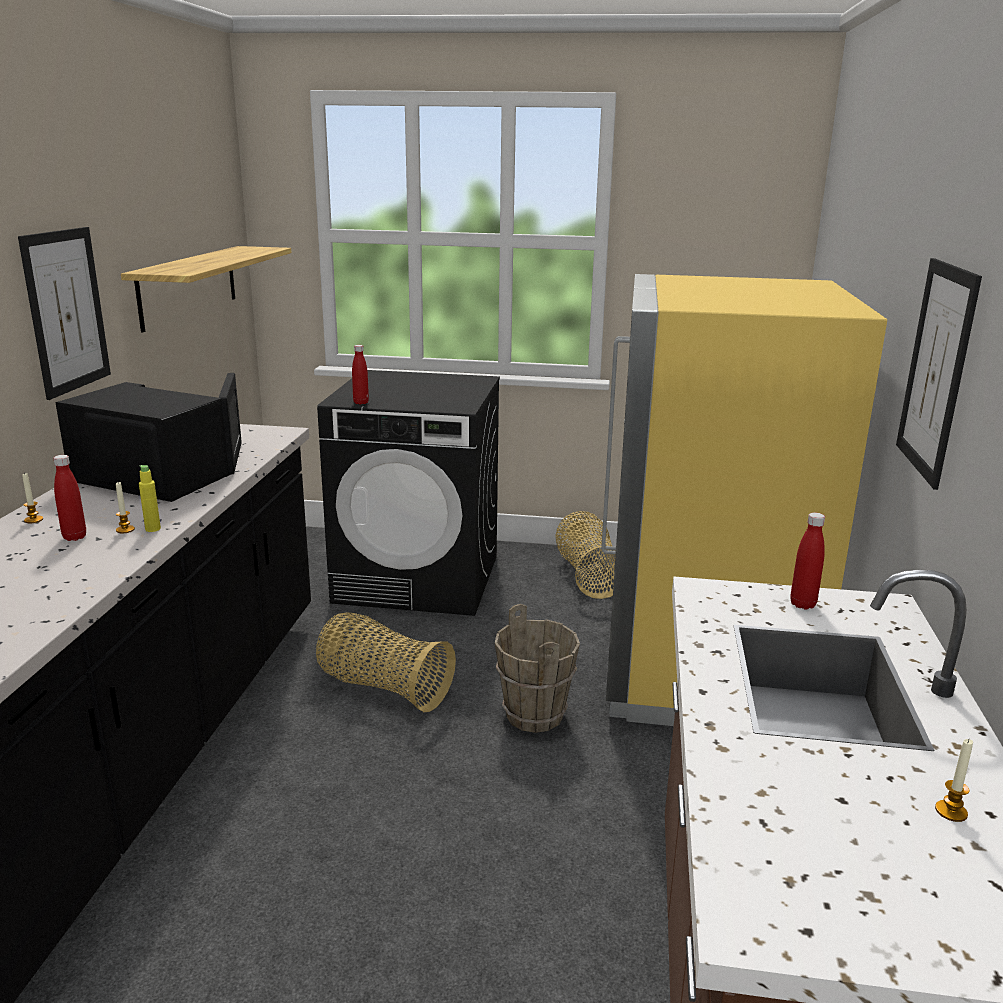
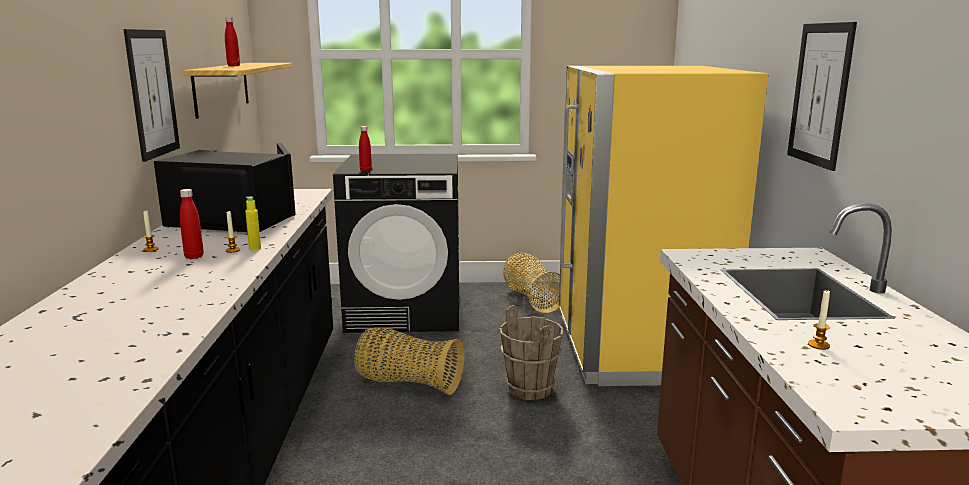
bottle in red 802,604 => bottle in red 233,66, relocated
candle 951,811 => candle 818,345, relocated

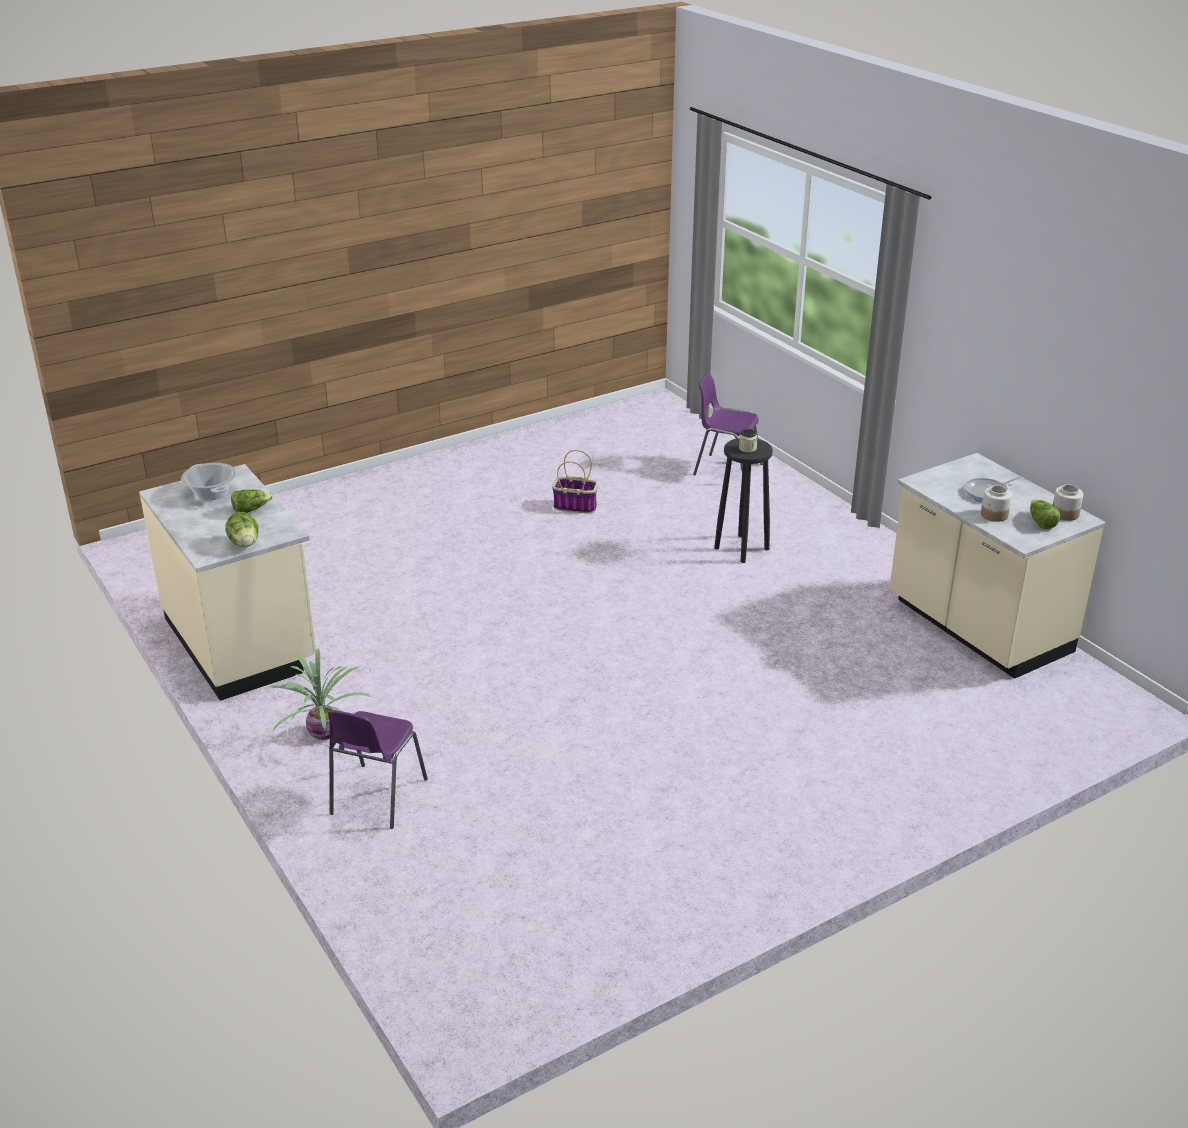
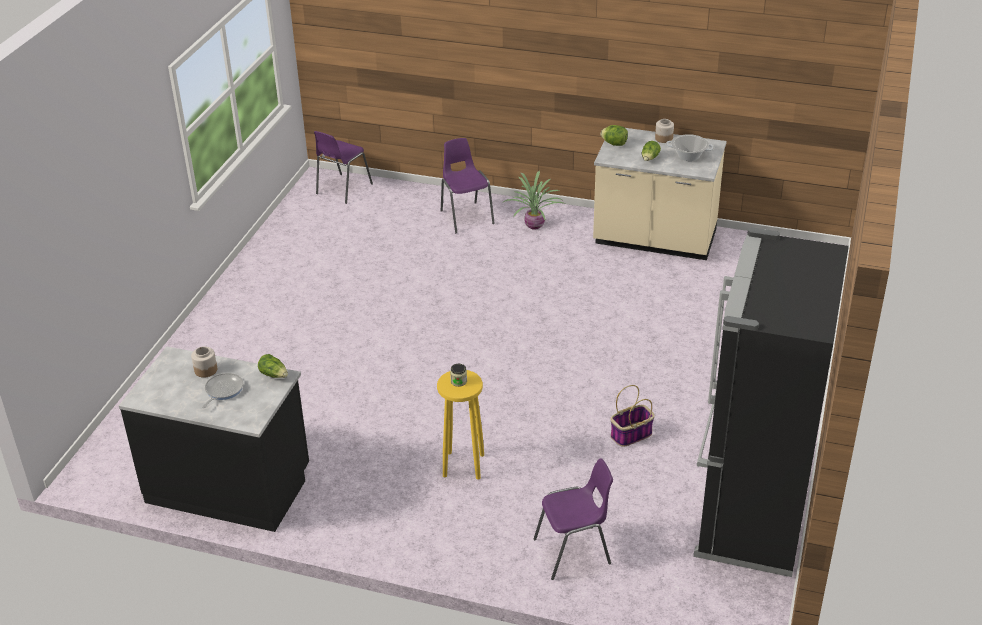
stool in black 742,549 => stool in yellow 463,465
counter in beige 977,628 => counter in black 229,486
jar 1065,514 => jar 663,138, relocated
lettuce 1041,522 => lettuce 274,375, relocated
nothing => chair in purple 342,189
nothing => fridge in black 749,515

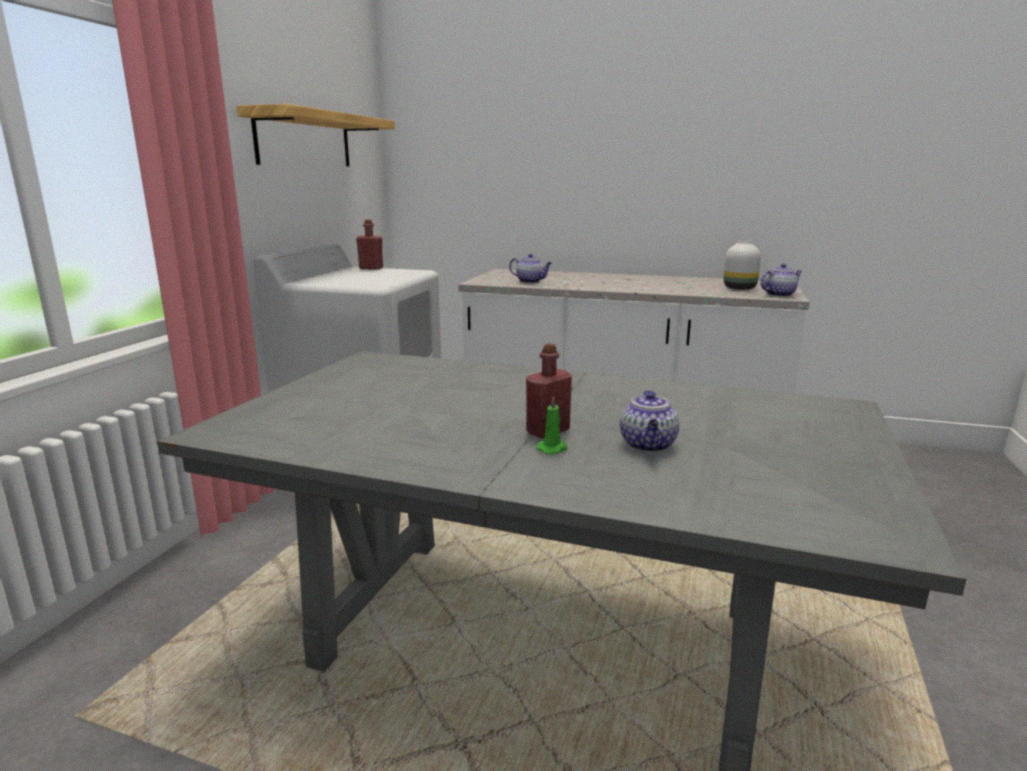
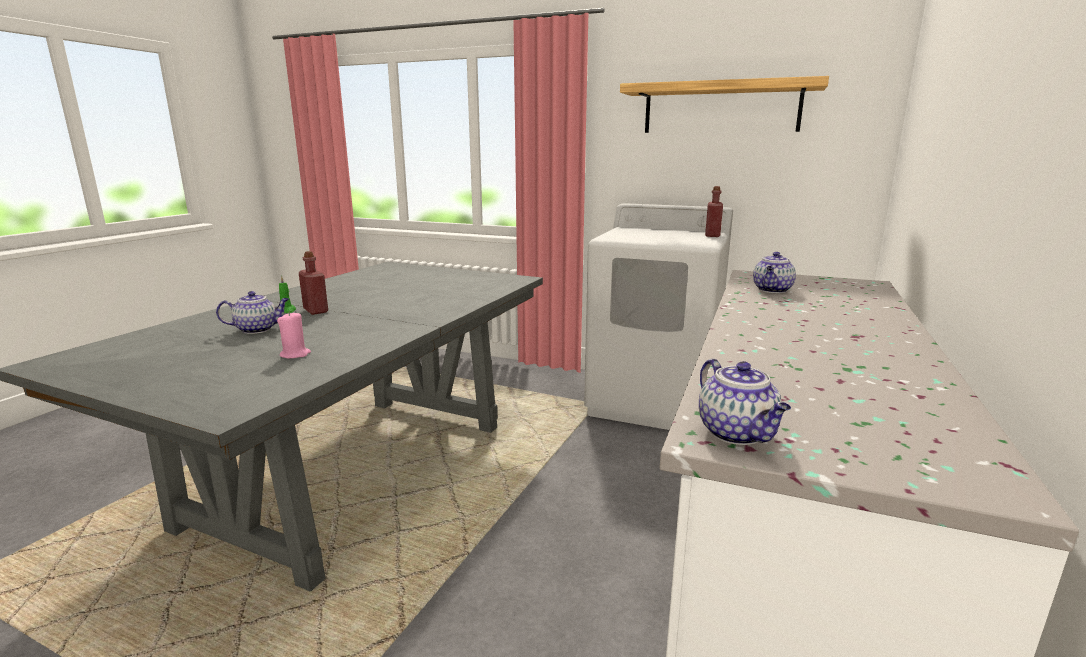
vase in white 739,288 => nothing
teapot 648,445 => teapot 258,329, 150 degrees clockwise
nothing => candle in pink 295,354

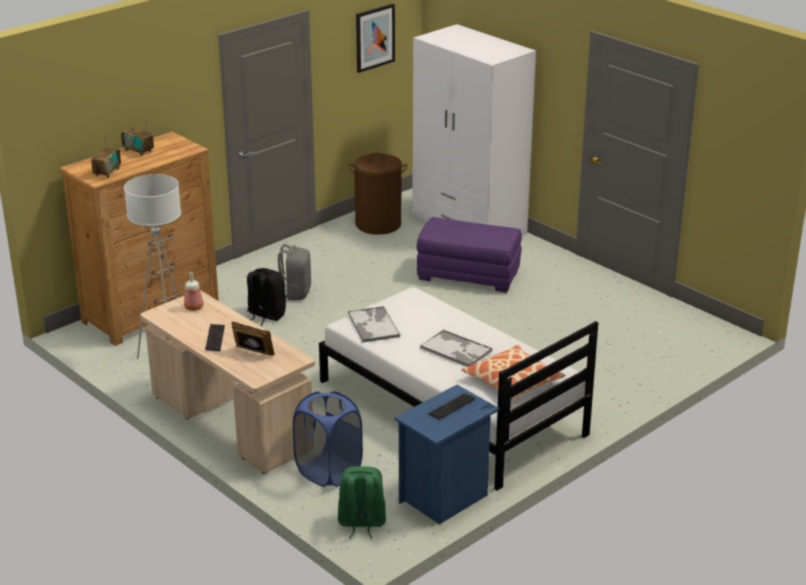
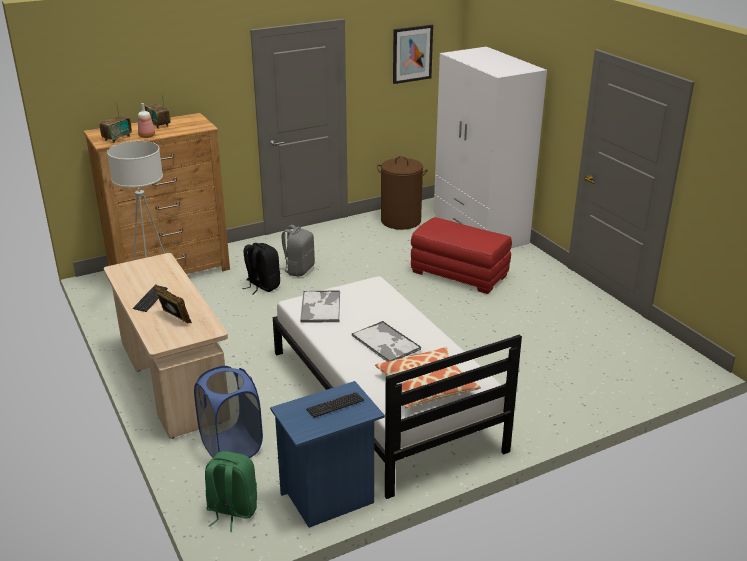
ottoman in purple 469,275 => ottoman in red 460,274
bottle 194,307 => bottle 147,136, relocated

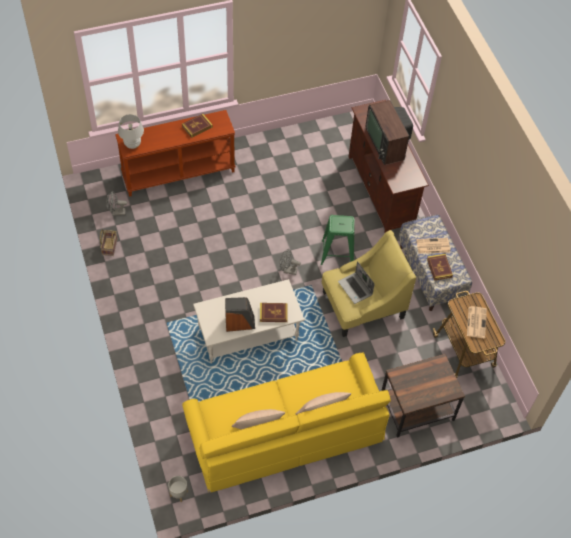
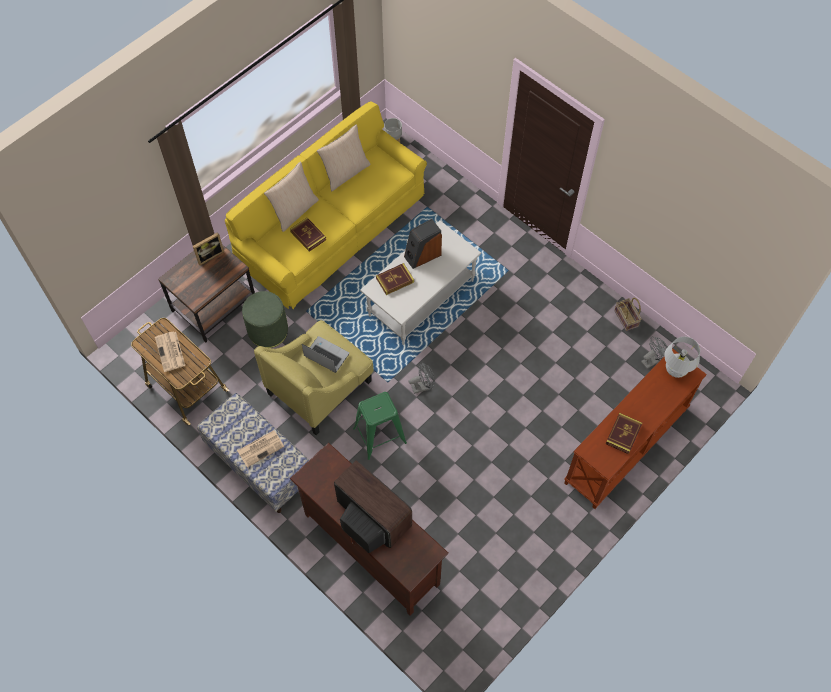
book 439,268 => book 308,235, relocated
nothing => picture frame 209,255
nothing => ottoman in green 268,331

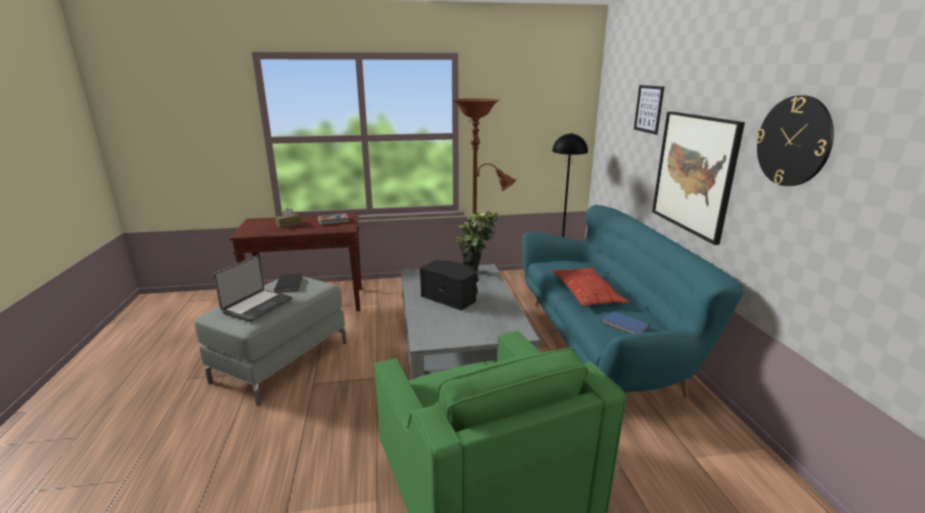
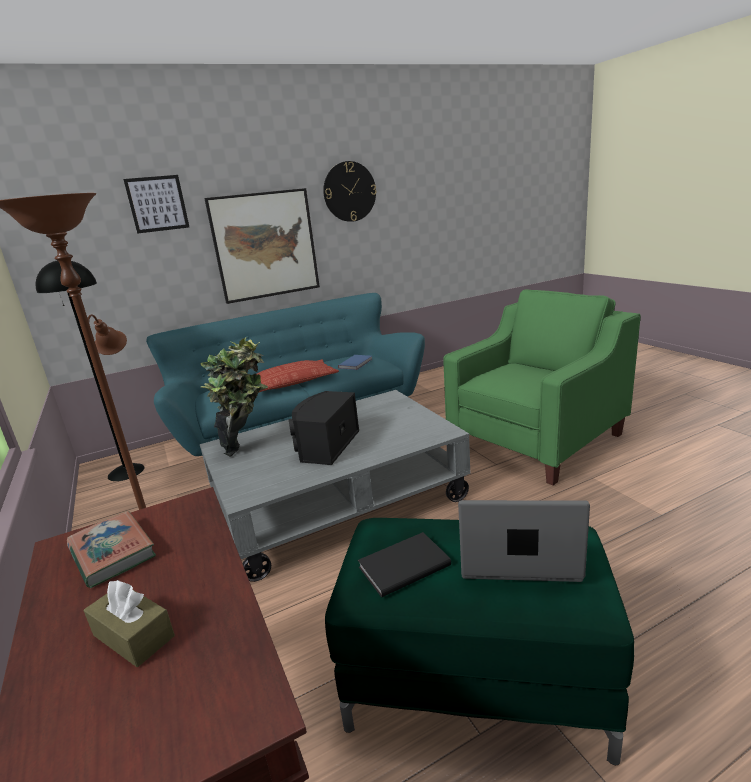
ottoman in grey 282,361 => ottoman in green 473,678

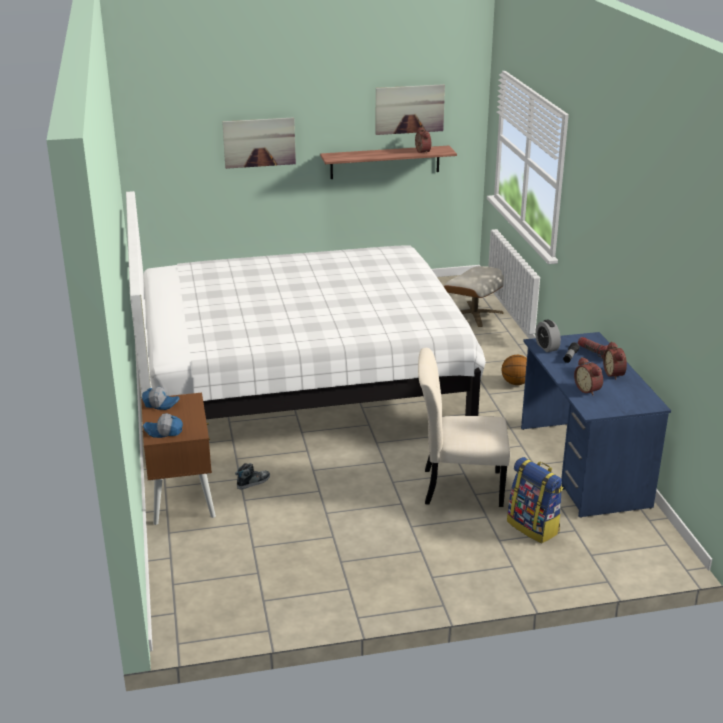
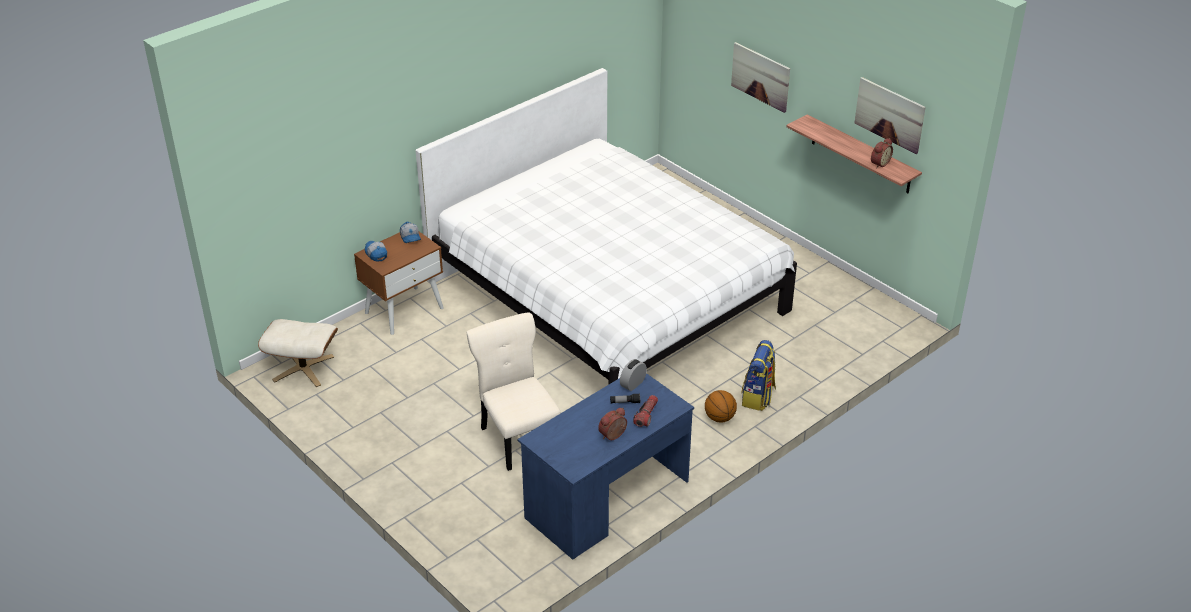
ottoman in beige 474,314 => ottoman in beige 303,368, relocated
alarm clock 588,390 => nothing
backpack 534,527 => backpack 758,397, relocated
shoe 253,482 => nothing

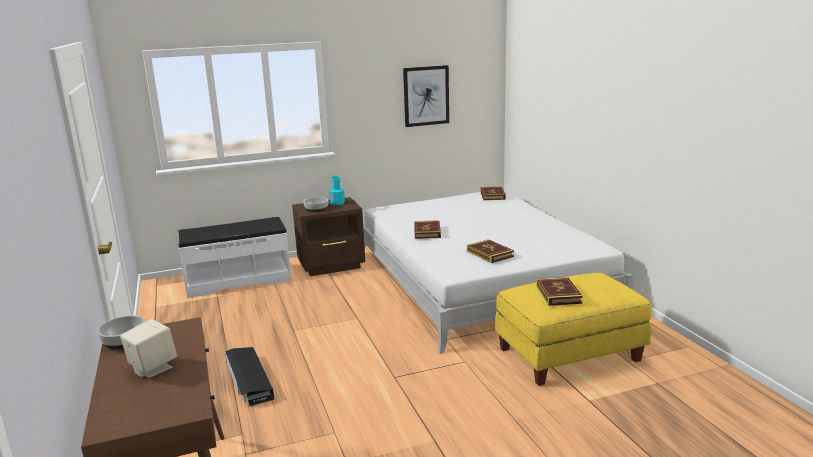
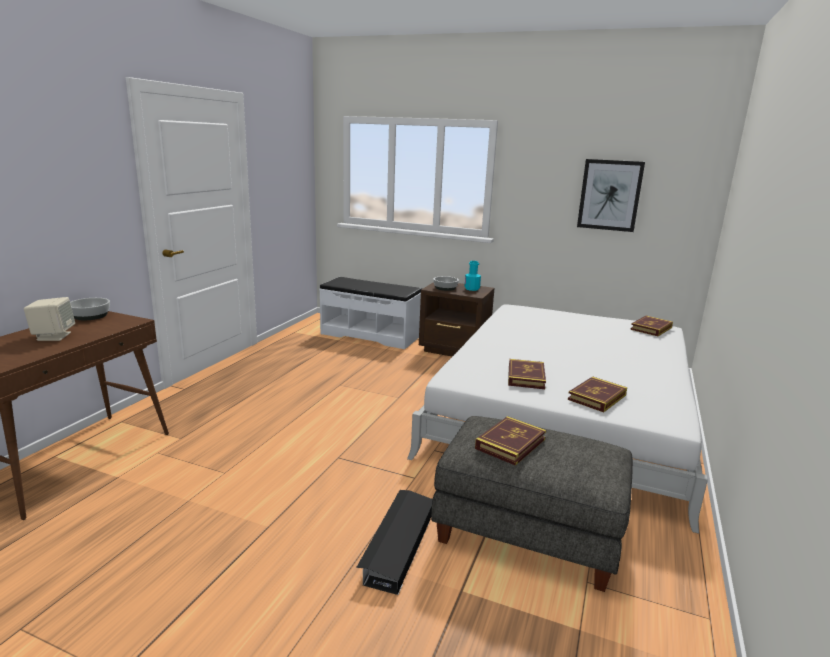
book 427,232 => book 597,397, relocated
ottoman in yellow 569,354 => ottoman in grey 529,531
storage box in black 249,380 => storage box in black 397,545, relocated

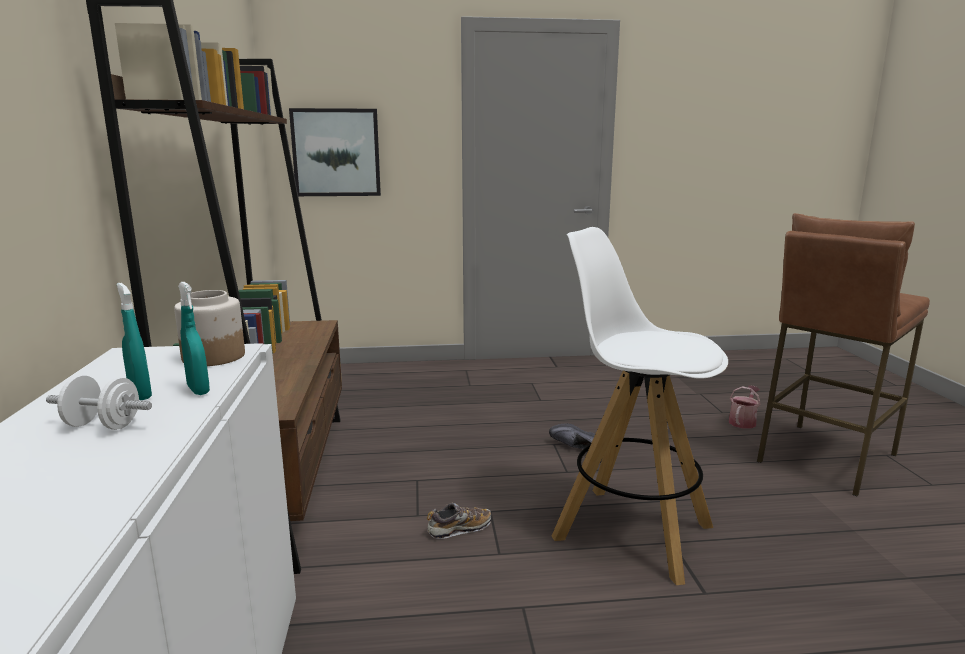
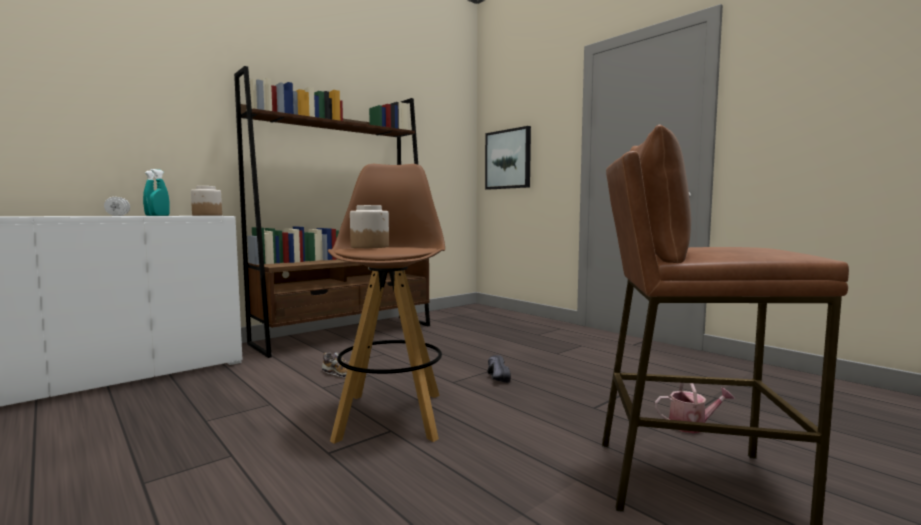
stool in white 630,531 => stool in brown 391,415
nothing => jar 370,247

